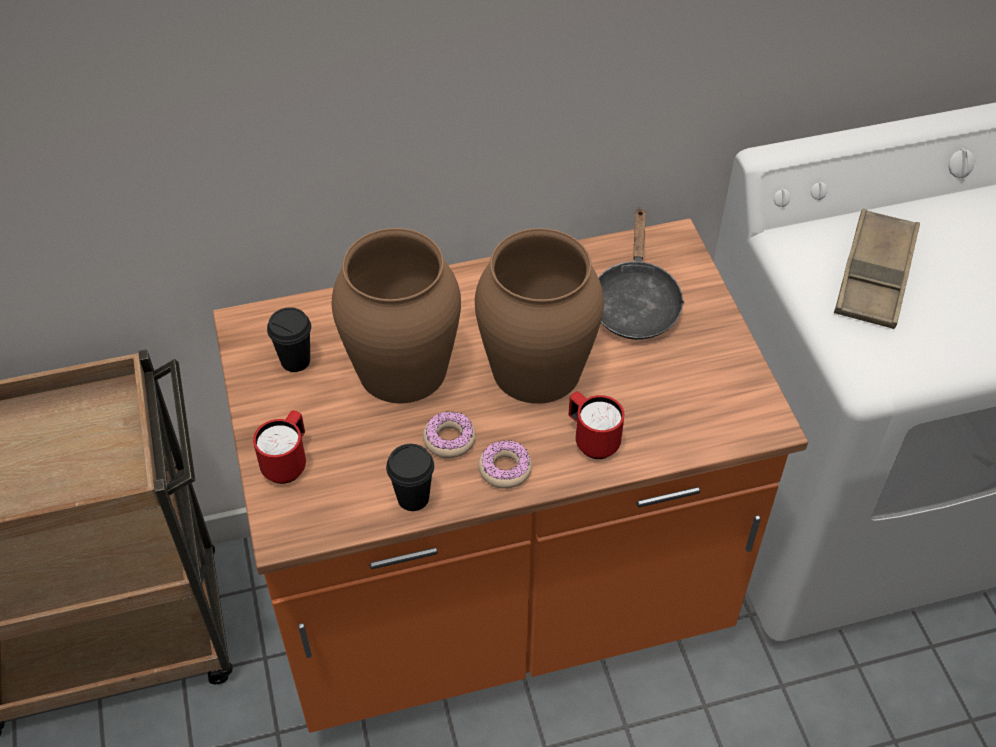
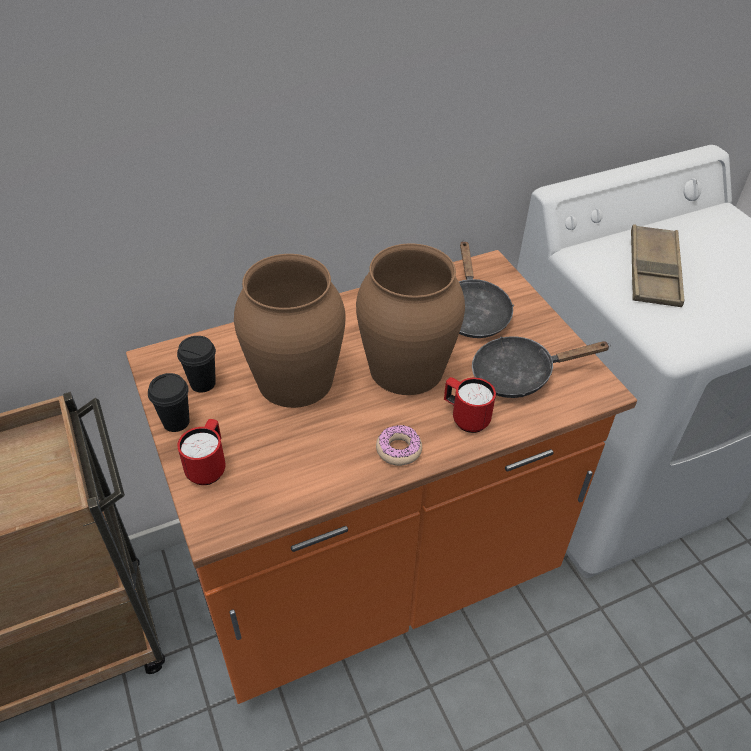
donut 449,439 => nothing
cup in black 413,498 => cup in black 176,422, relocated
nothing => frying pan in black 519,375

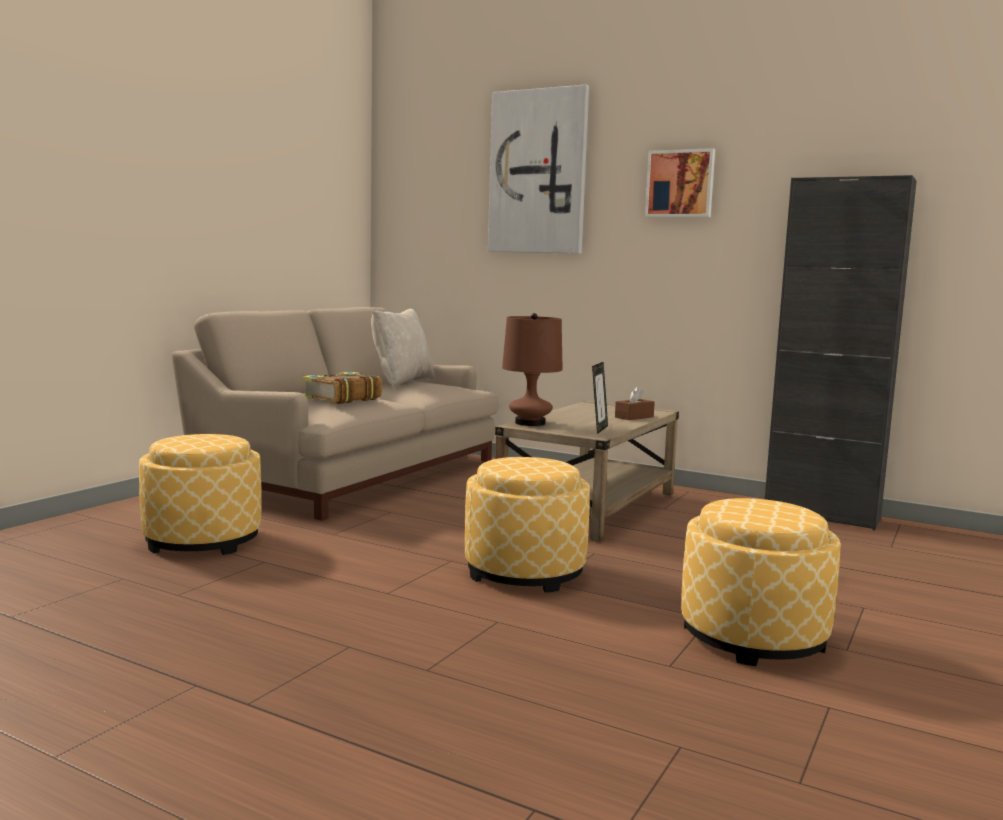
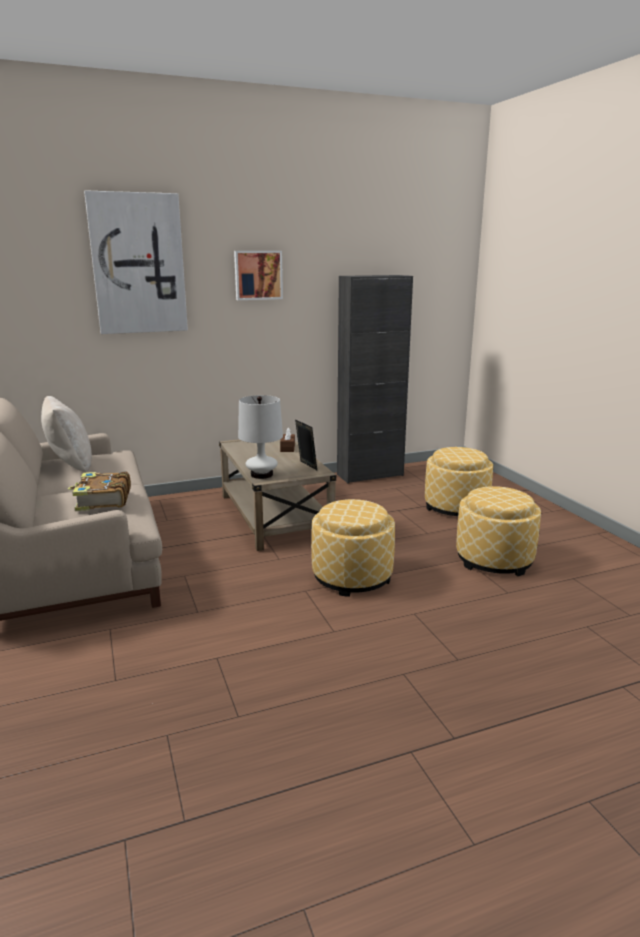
table lamp in brown 530,423 => table lamp in white 261,474
ottoman 203,540 => ottoman 456,507, relocated

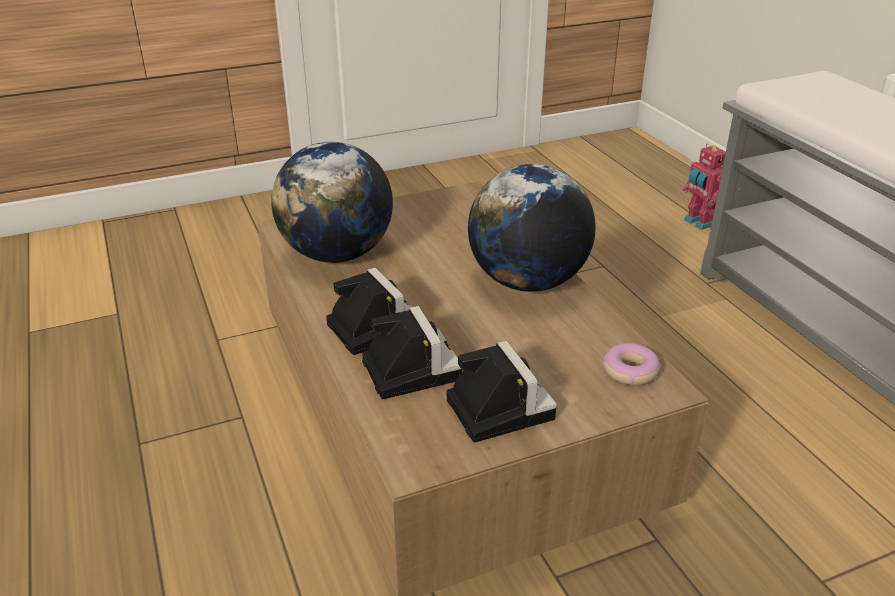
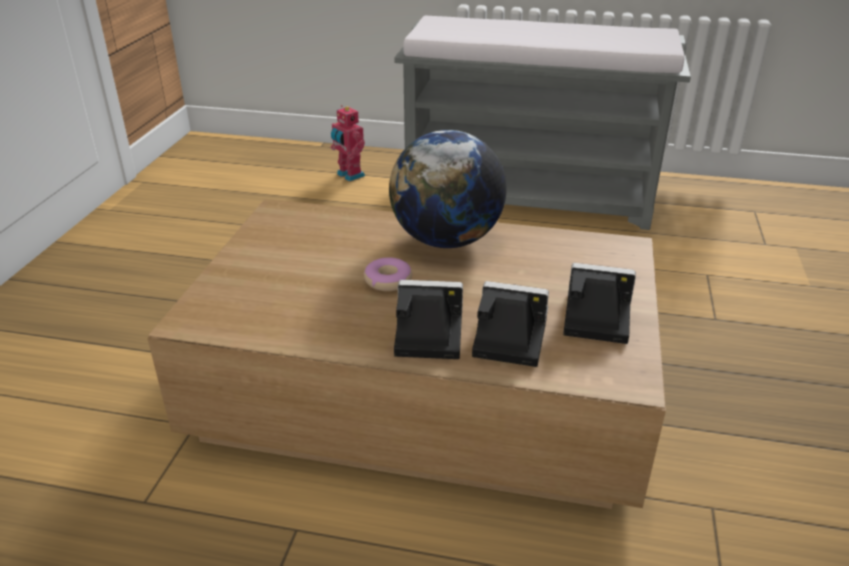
globe 337,254 => nothing
toy robot 698,222 => toy robot 349,175, 45 degrees clockwise
donut 630,371 => donut 388,280, relocated

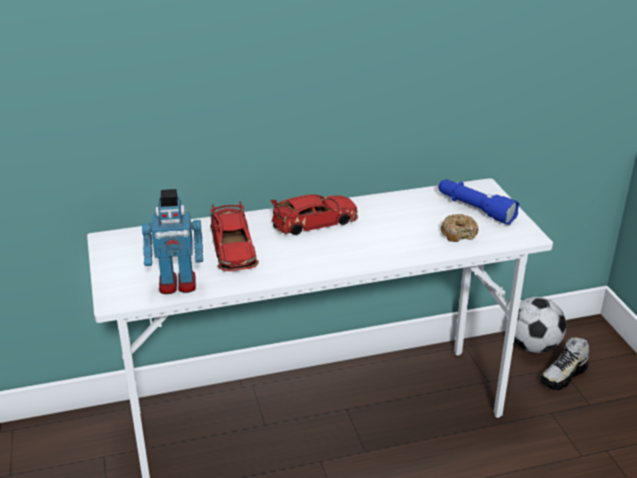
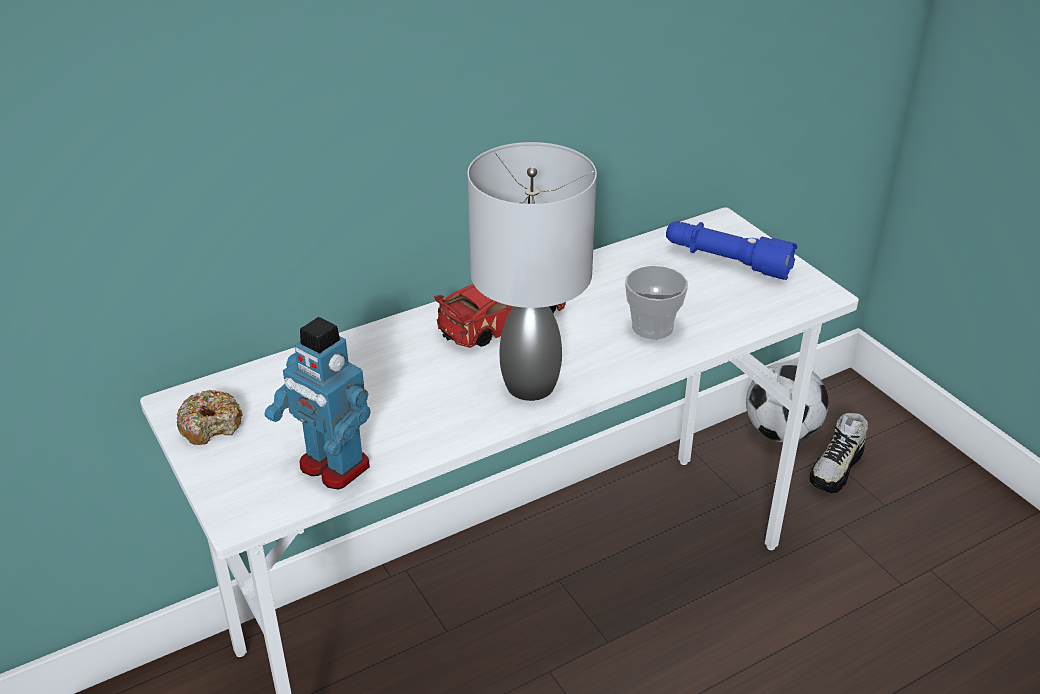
toy robot 177,285 => toy robot 333,467, 60 degrees clockwise
toy car in red 233,248 => nothing
donut 458,233 => donut 211,425, relocated
nothing => table lamp in grey 532,385
nothing => cup 652,327

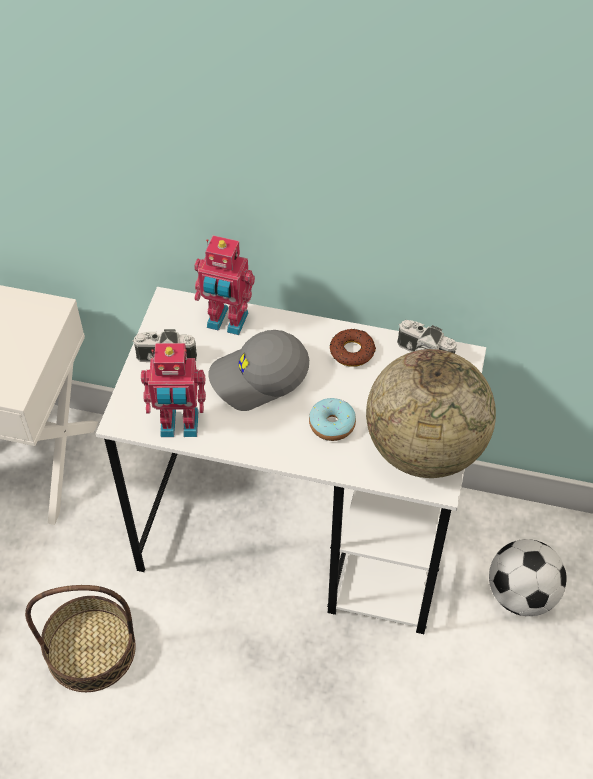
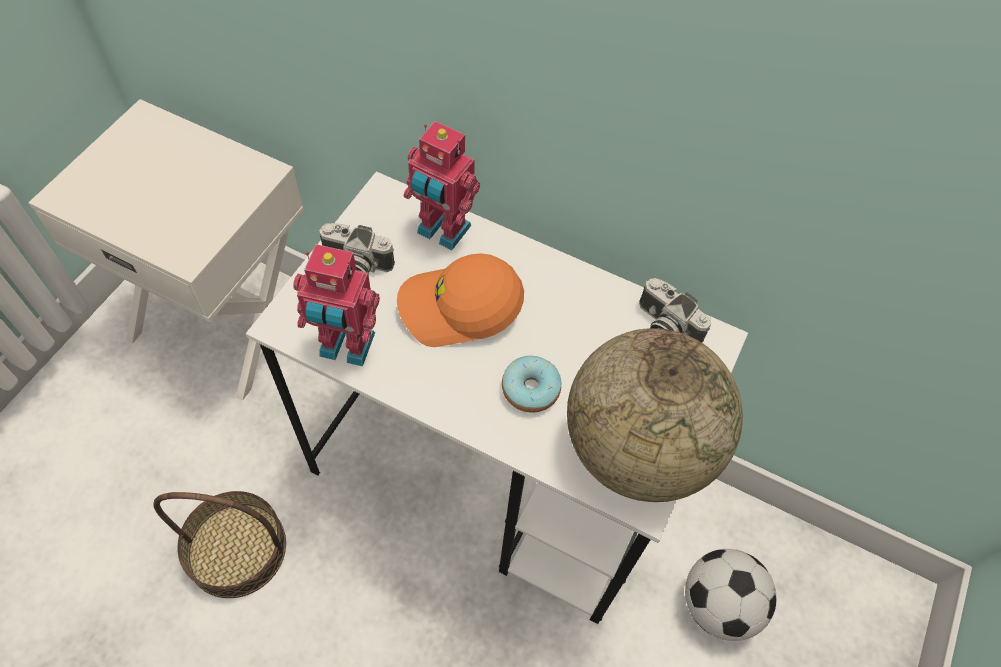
donut 352,351 => nothing
cap in grey 259,378 => cap in orange 459,308

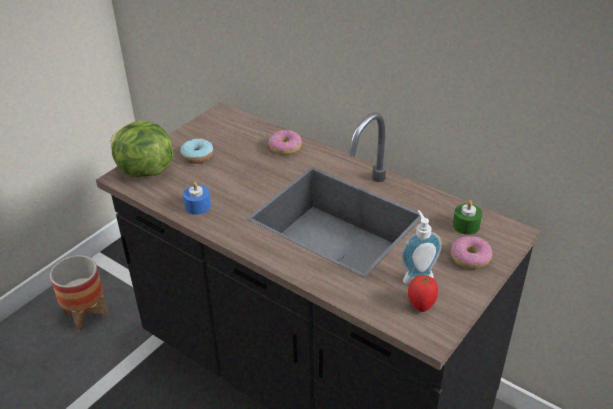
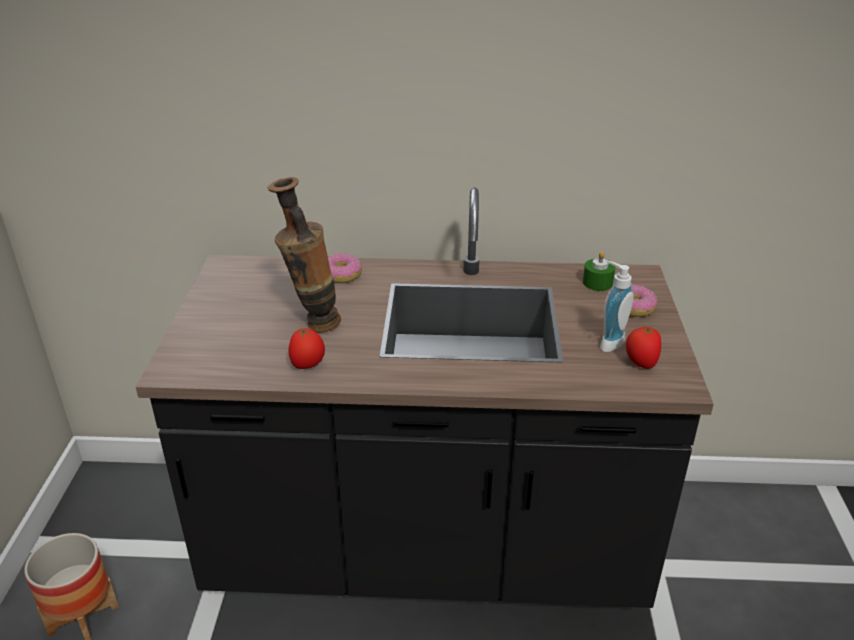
lettuce 144,171 => nothing
donut 197,156 => nothing
candle in blue 198,206 => tomato 308,365
nothing => vase 312,325

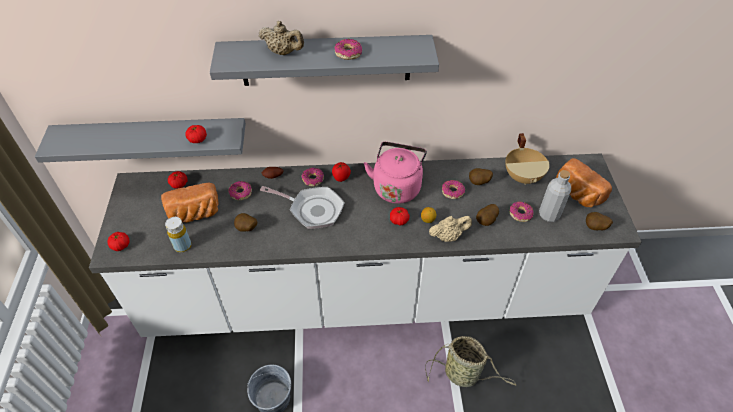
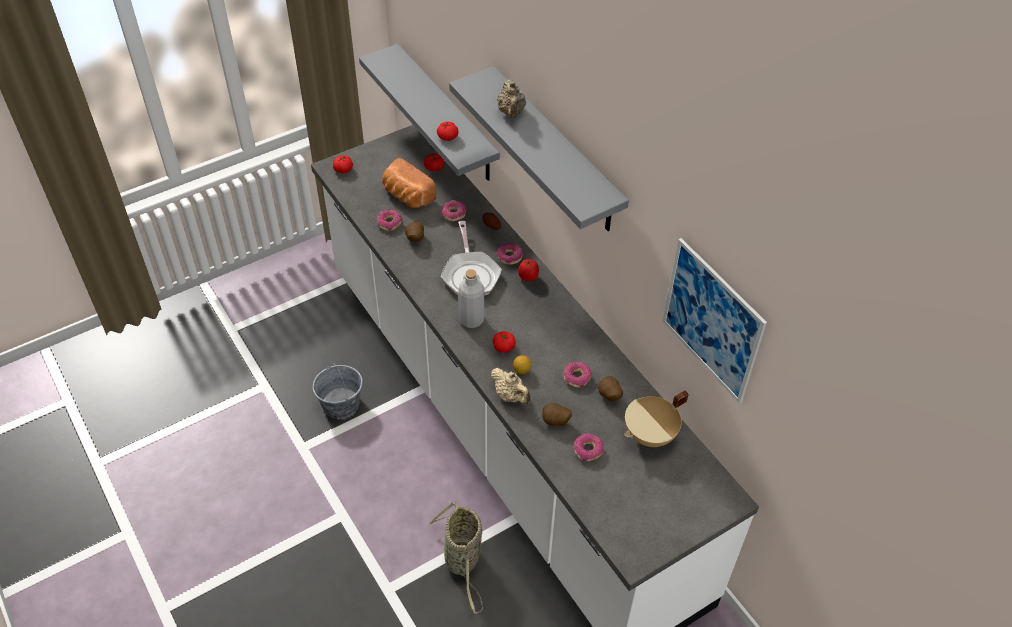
donut 348,53 => donut 389,223, relocated
kettle in pink 397,187 => nothing
bread 576,194 => nothing
bottle in grey 549,214 => bottle in grey 471,320, relocated
potato 595,228 => nothing
bottle in yellow 182,246 => nothing
nothing => picture 712,321

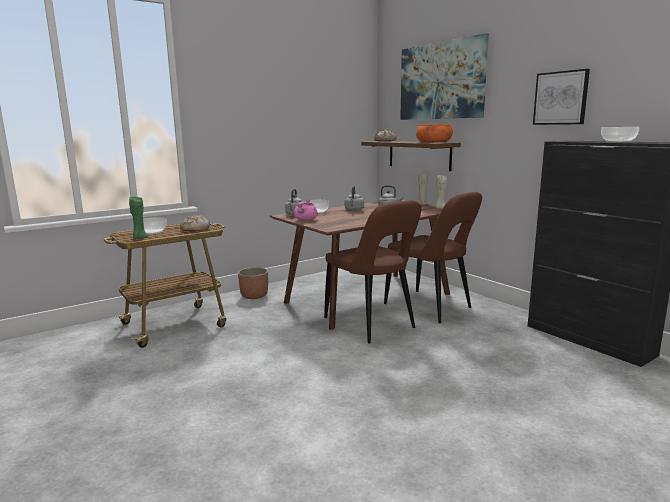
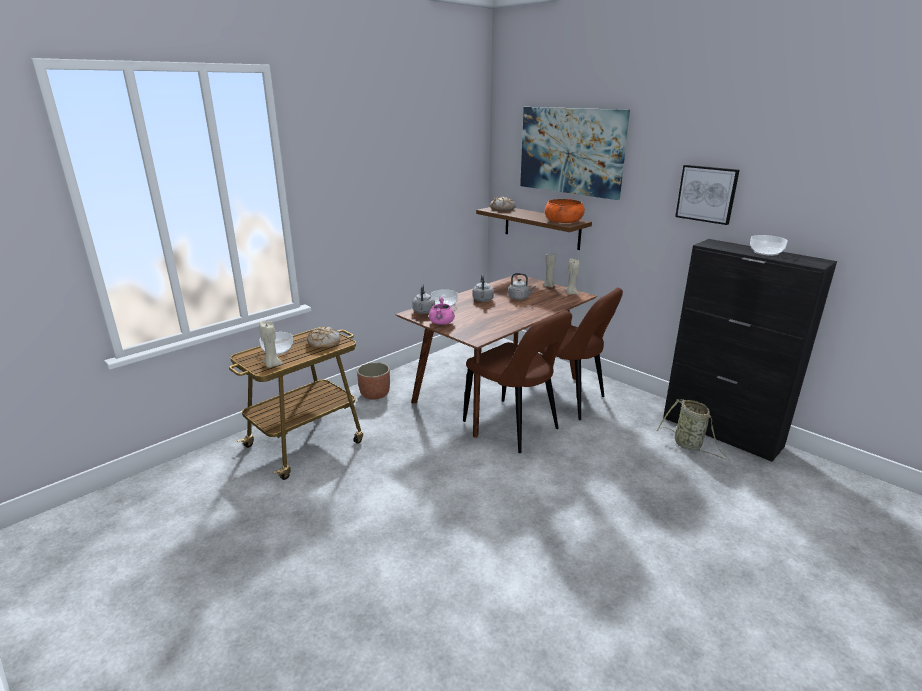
candle in green 139,238 => candle in beige 272,365
nothing => basket 689,446

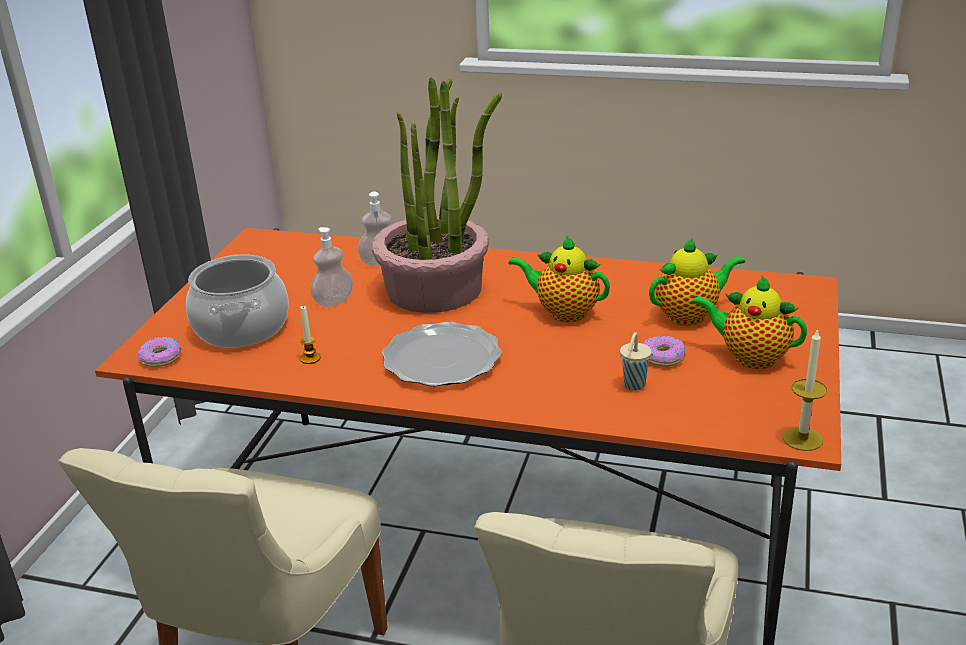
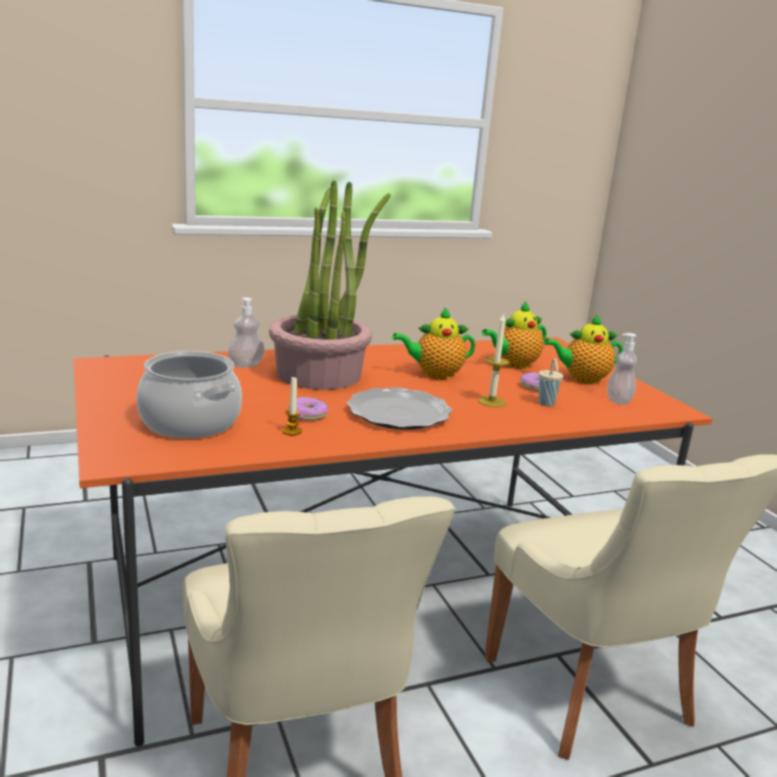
soap dispenser 333,301 => soap dispenser 618,401, relocated
teapot 690,315 => teapot 513,364, 150 degrees counterclockwise
candle 802,438 => candle 491,401, relocated
donut 161,358 => donut 308,414, relocated

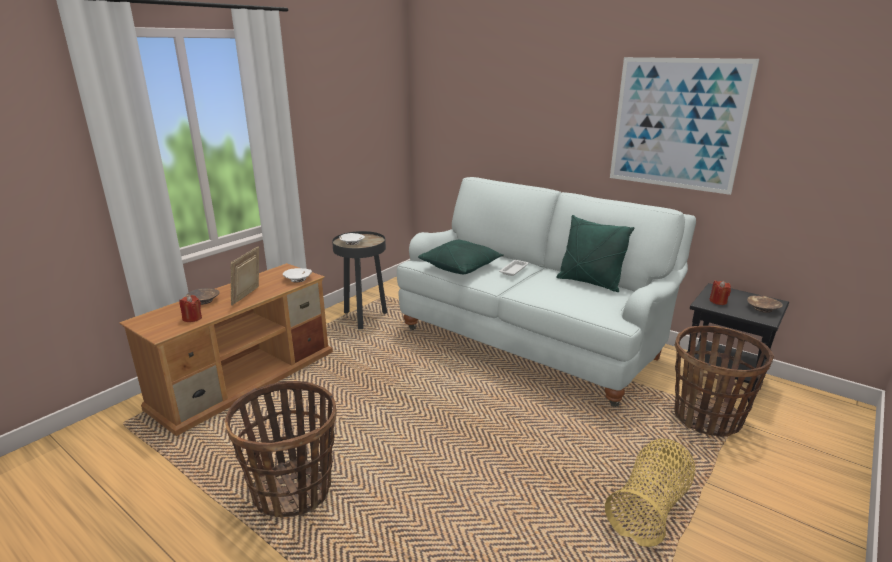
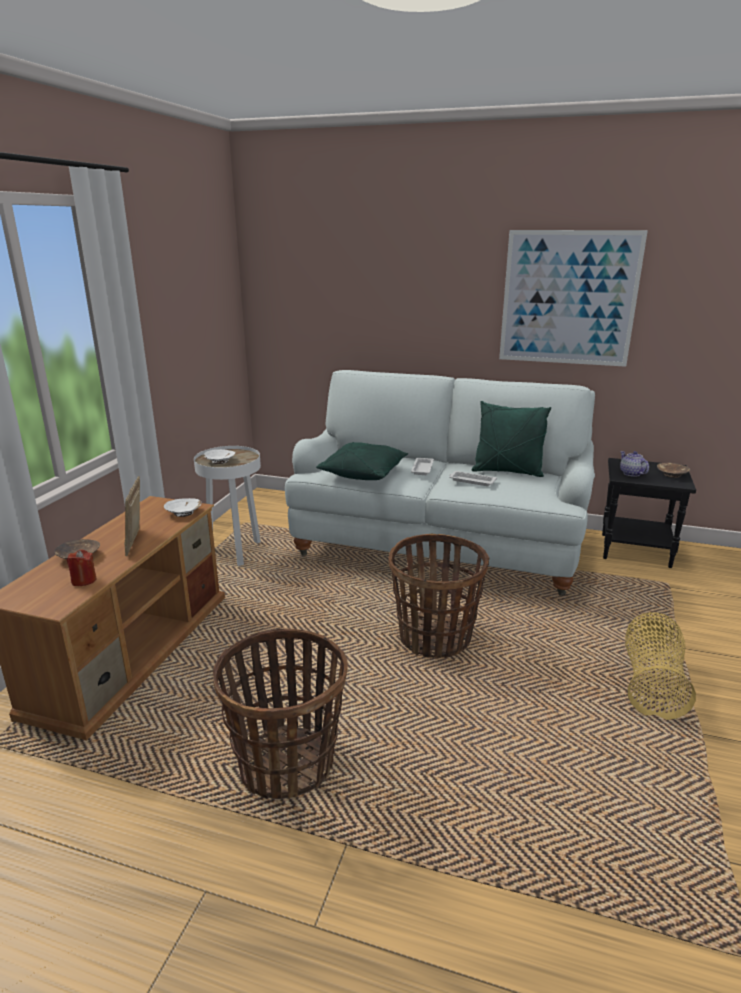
side table in black 364,318 => side table in white 236,552
candle in red 718,301 => teapot 631,473
basket 707,418 => basket 435,638, relocated
nothing => tray in white 471,481

